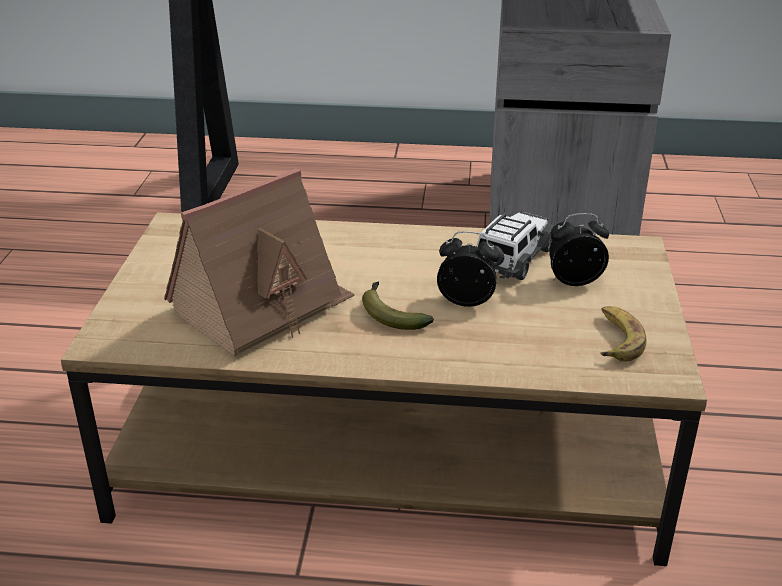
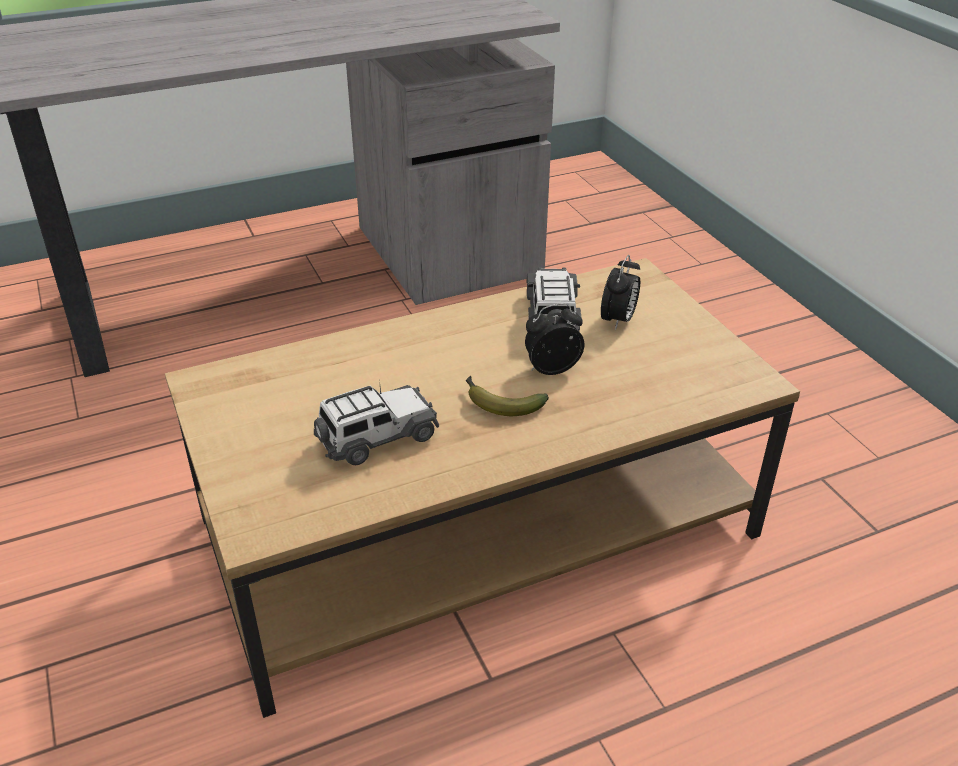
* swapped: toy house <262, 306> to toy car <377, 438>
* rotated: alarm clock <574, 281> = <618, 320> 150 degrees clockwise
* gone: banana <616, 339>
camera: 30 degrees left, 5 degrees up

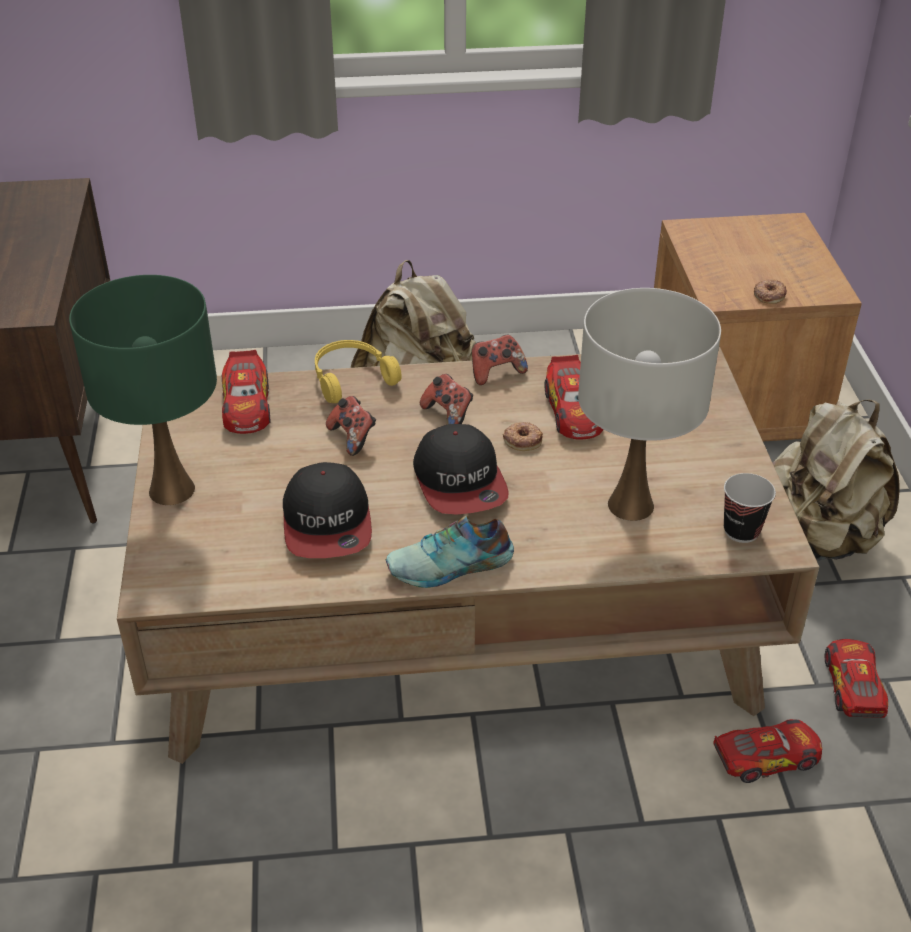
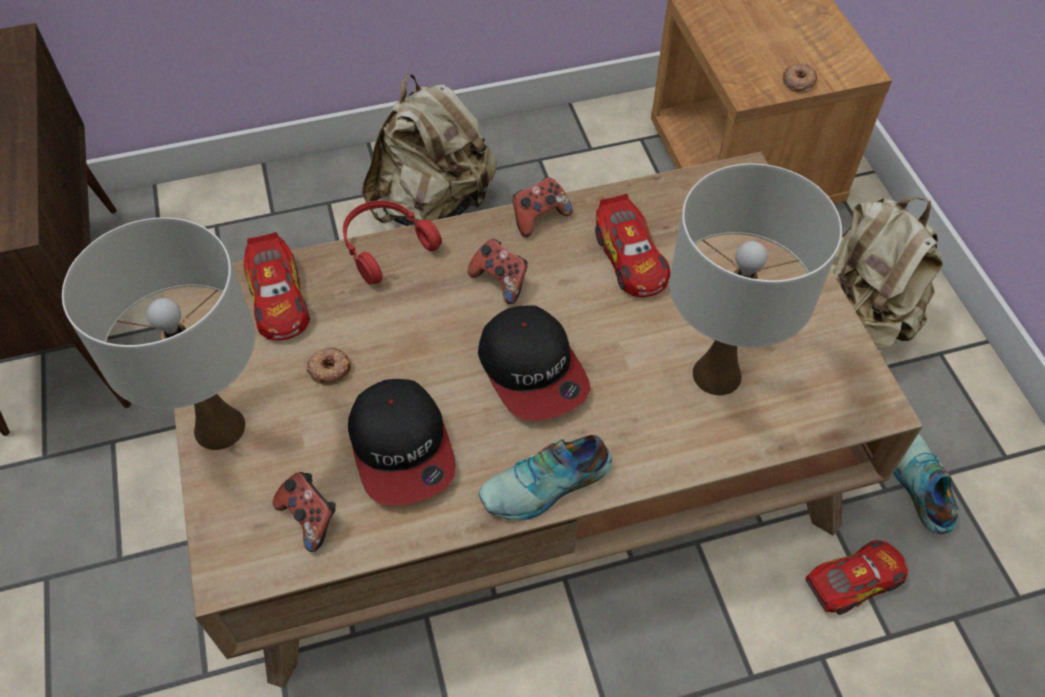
* repainted: green table lamp <172, 489> to white table lamp <219, 427>
* repainted: yellow headphones <351, 378> to red headphones <385, 245>
* shifted: game controller <353, 438> to <310, 517>
* shifted: donut <522, 439> to <329, 368>
* gone: cup <741, 531>
* swapped: toy car <853, 686> to shoe <919, 486>
camera: 10 degrees left, 15 degrees up

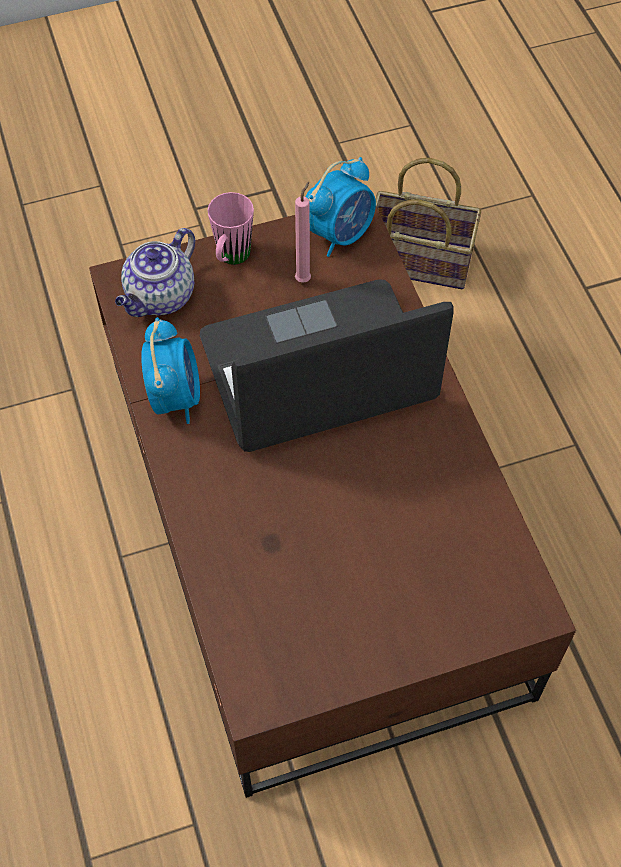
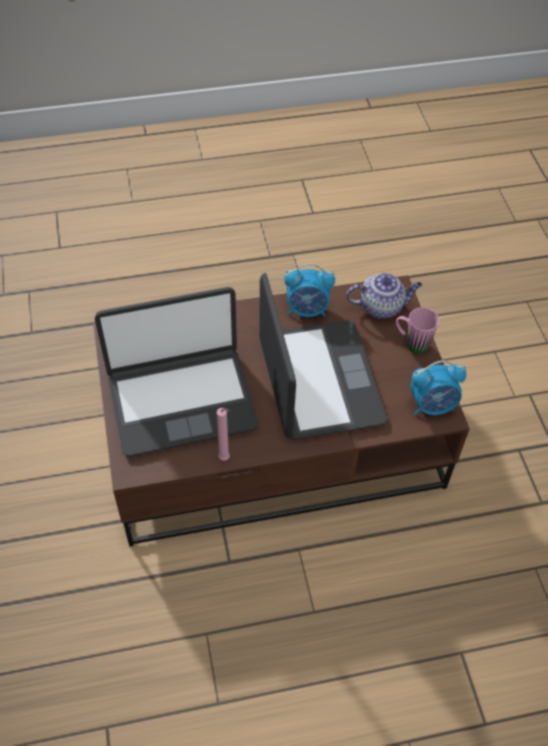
* rotated: alarm clock <340, 234> = <432, 405> 60 degrees counterclockwise
* gone: basket <422, 259>
* shifted: pink candle <304, 278> to <225, 459>
* rotated: teapot <160, 298> = <381, 307> 135 degrees clockwise
* new: laptop <181, 400>
camera: 95 degrees right, 5 degrees down

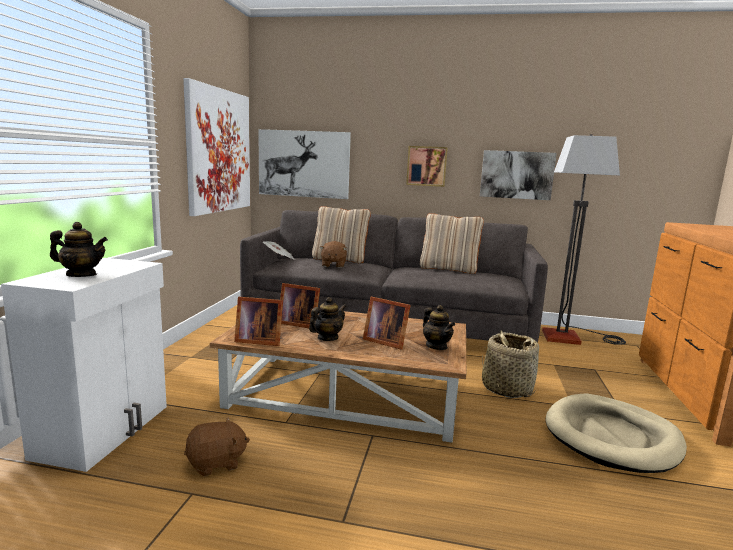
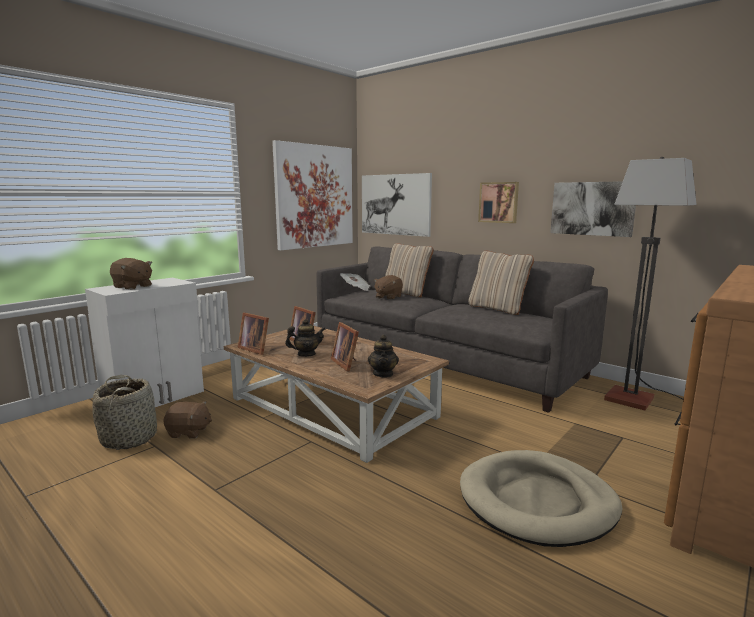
* swapped: teapot <81, 275> to brown plush toy <132, 287>
* shifted: basket <506, 388> to <129, 438>
camera: 30 degrees right, 0 degrees up

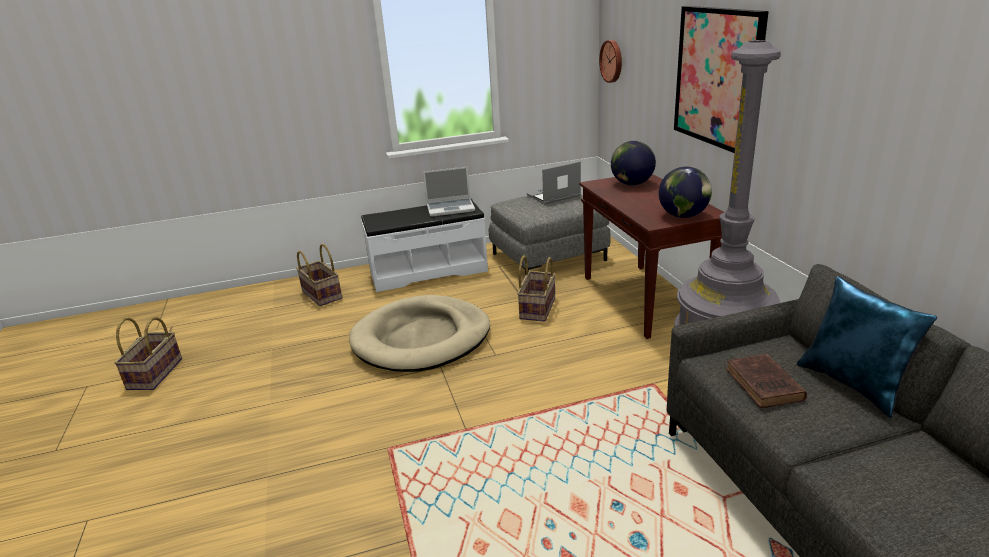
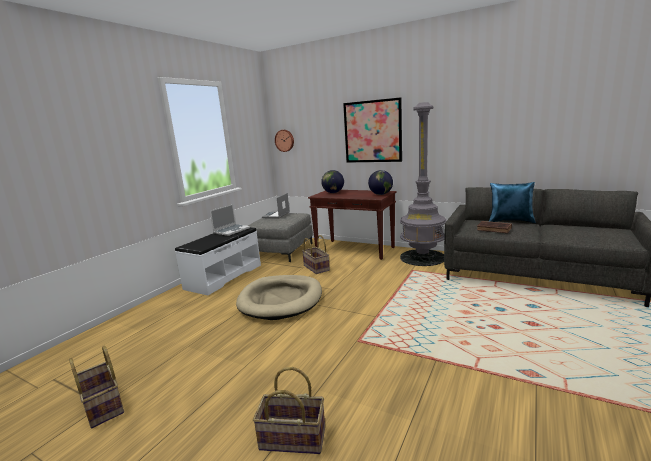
* shifted: basket <321, 295> to <292, 439>
camera: 45 degrees left, 10 degrees down

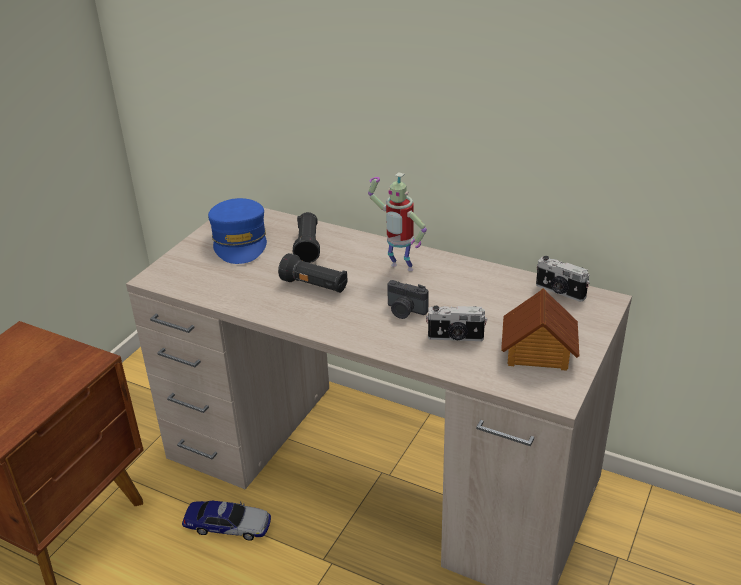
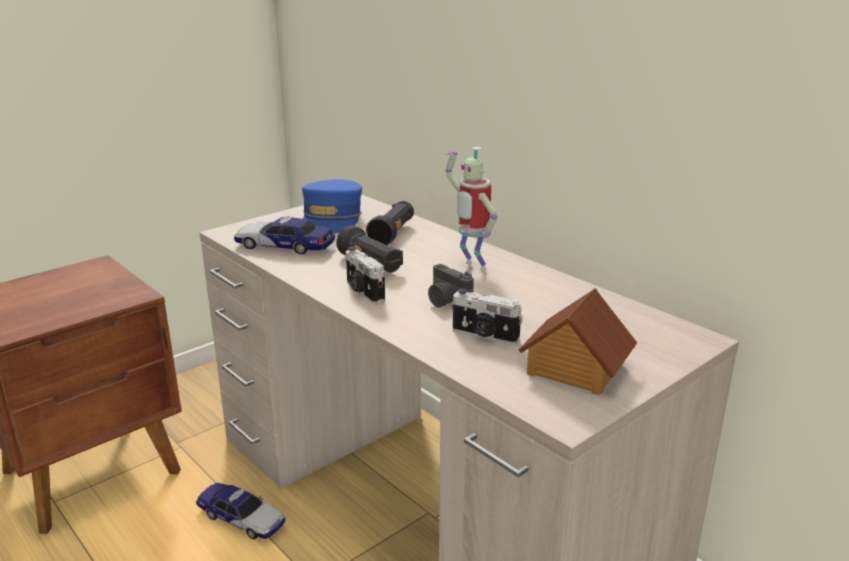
* shifted: photo camera <559, 292> to <363, 292>
* new: toy car <284, 246>
camera: 20 degrees right, 10 degrees down

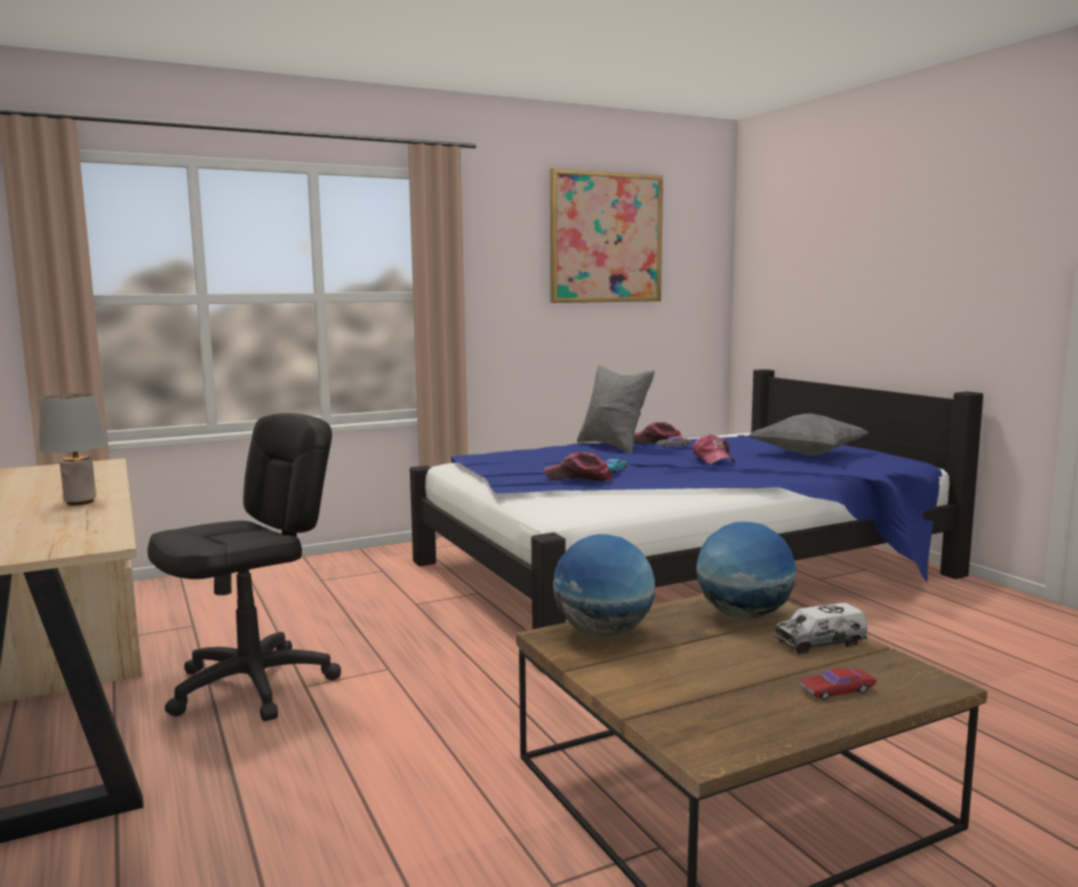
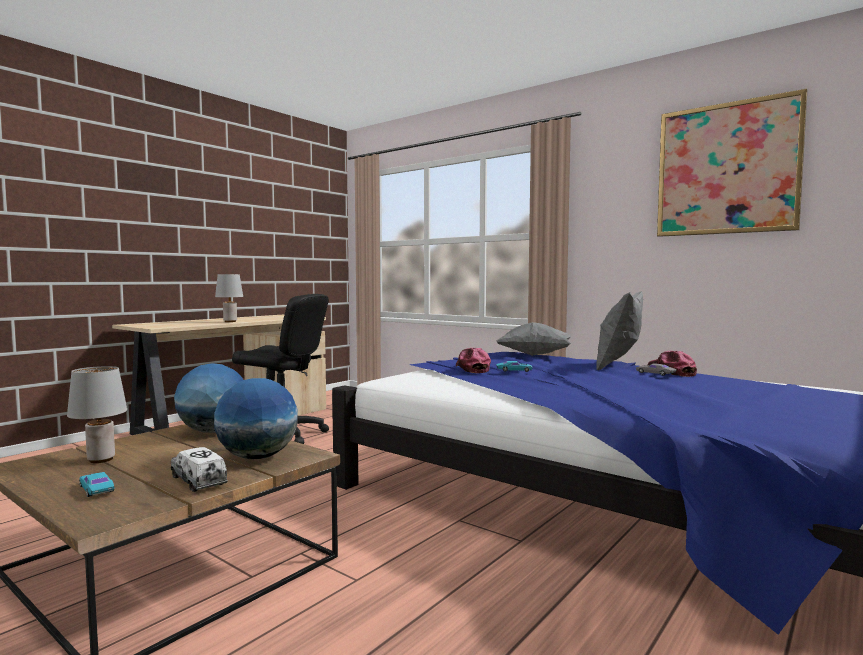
* shifted: grey pillow <807, 454> to <535, 355>
* gone: cap <713, 459>
* repainted: red toy car <837, 690> to turquoise toy car <97, 489>
* new: grey table lamp <101, 460>
camera: 65 degrees right, 5 degrees down

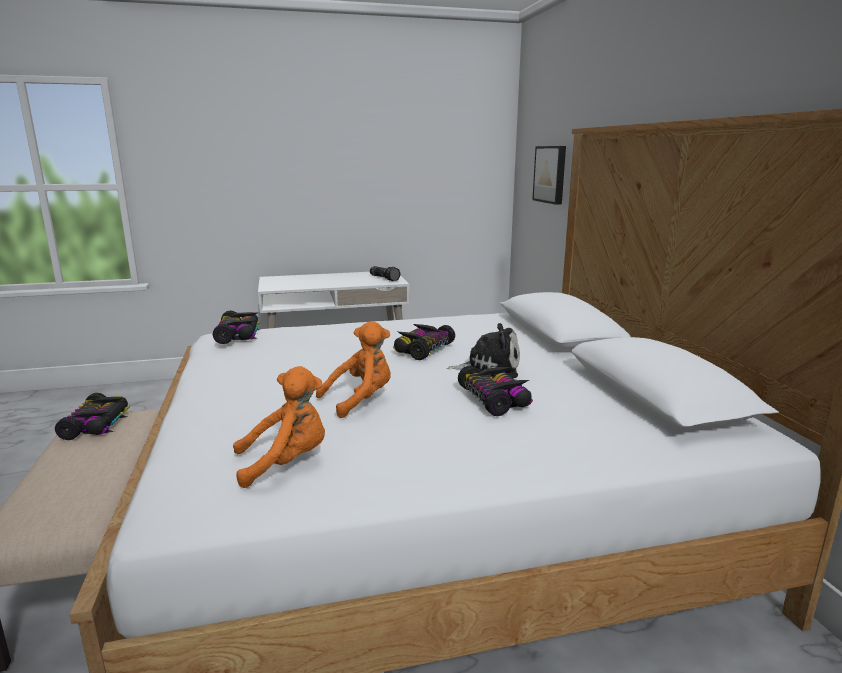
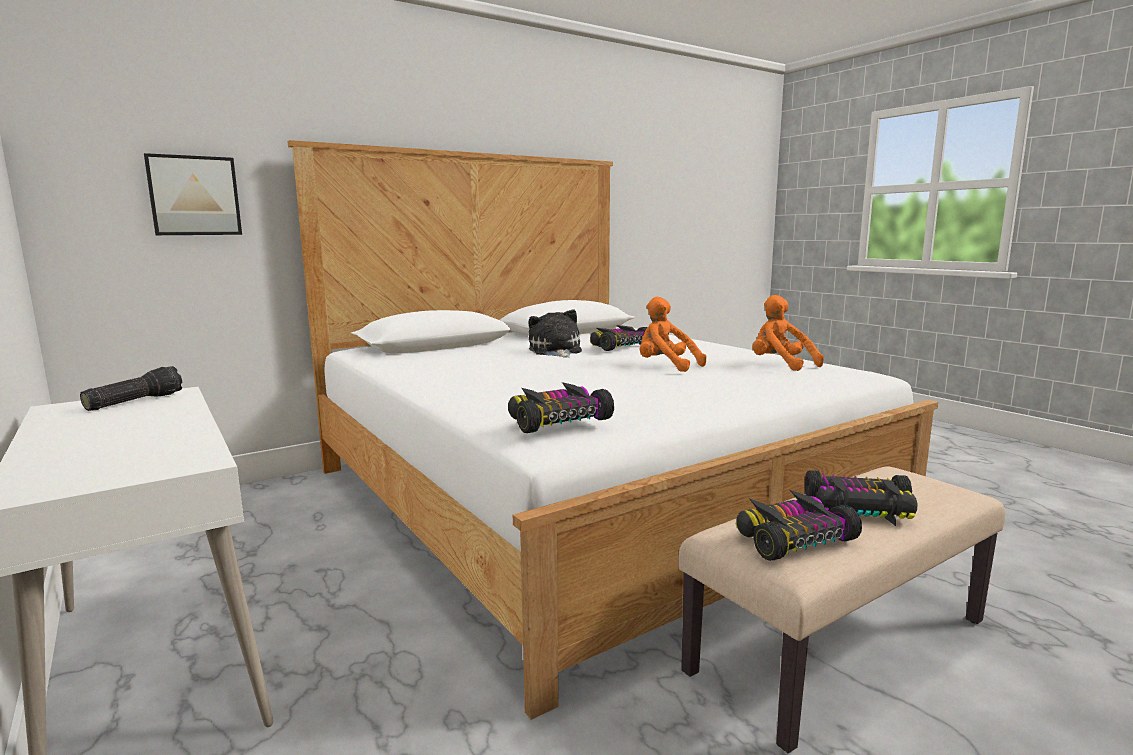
* shifted: toy car <422, 349> to <859, 510>
camera: 110 degrees left, 5 degrees down

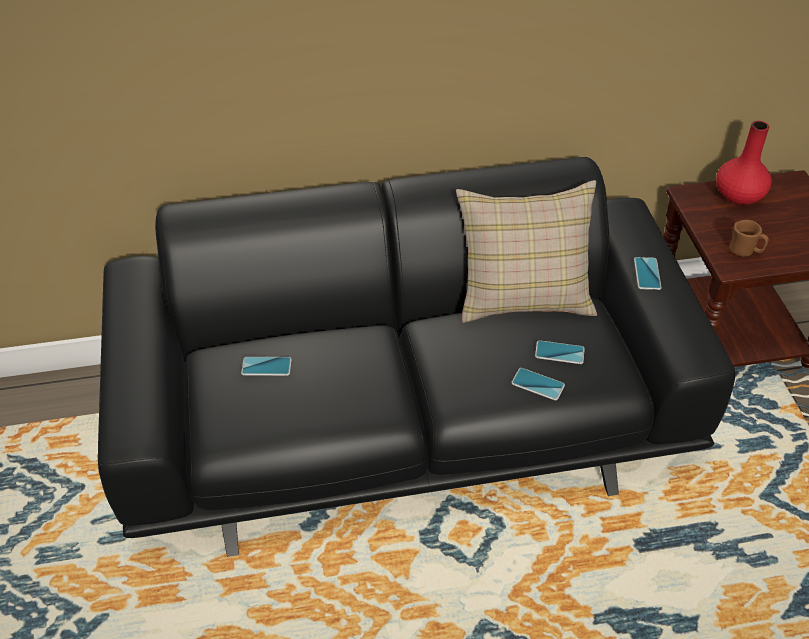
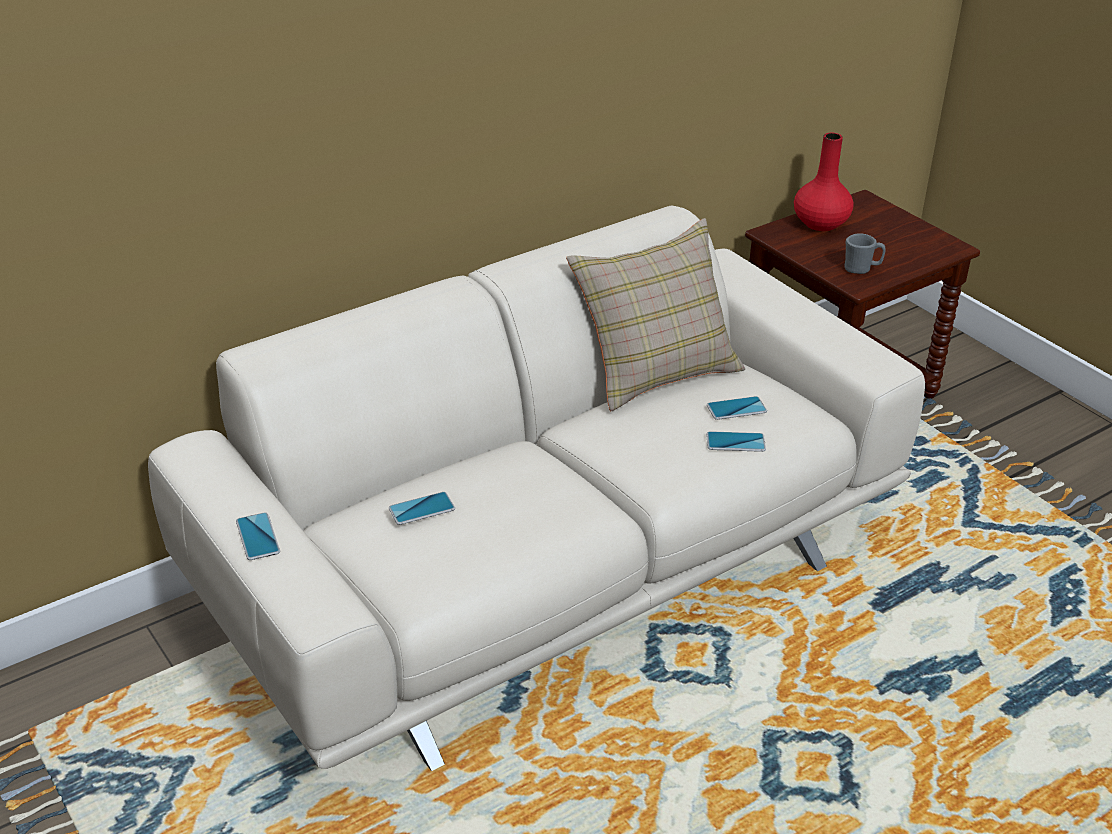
* repainted: black sofa <406, 422> to beige sofa <553, 567>
* repainted: brown mug <745, 251> to grey mug <861, 269>
* shifted: phone <647, 274> to <258, 537>
camera: 25 degrees left, 10 degrees down

